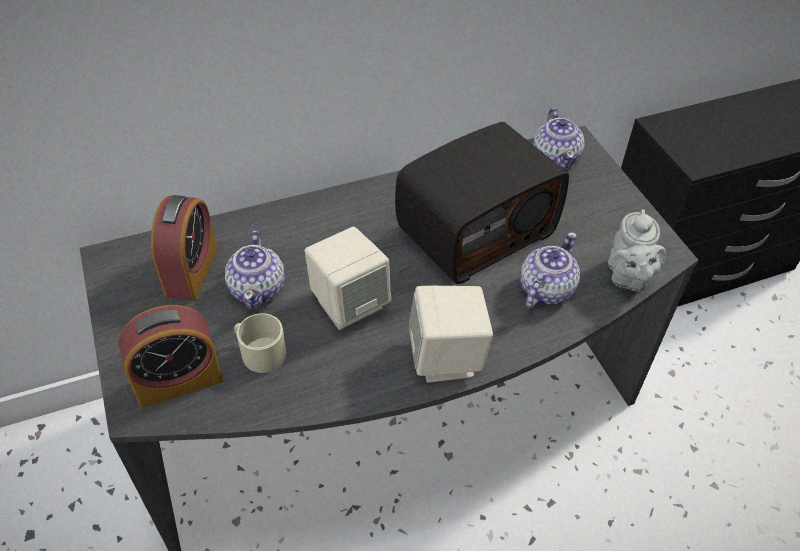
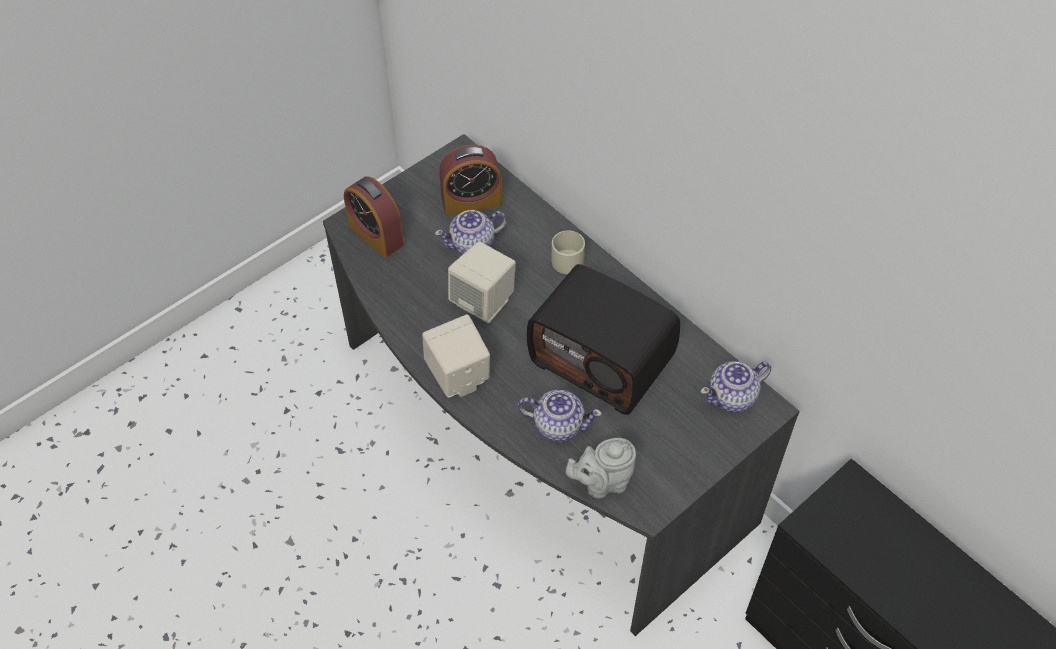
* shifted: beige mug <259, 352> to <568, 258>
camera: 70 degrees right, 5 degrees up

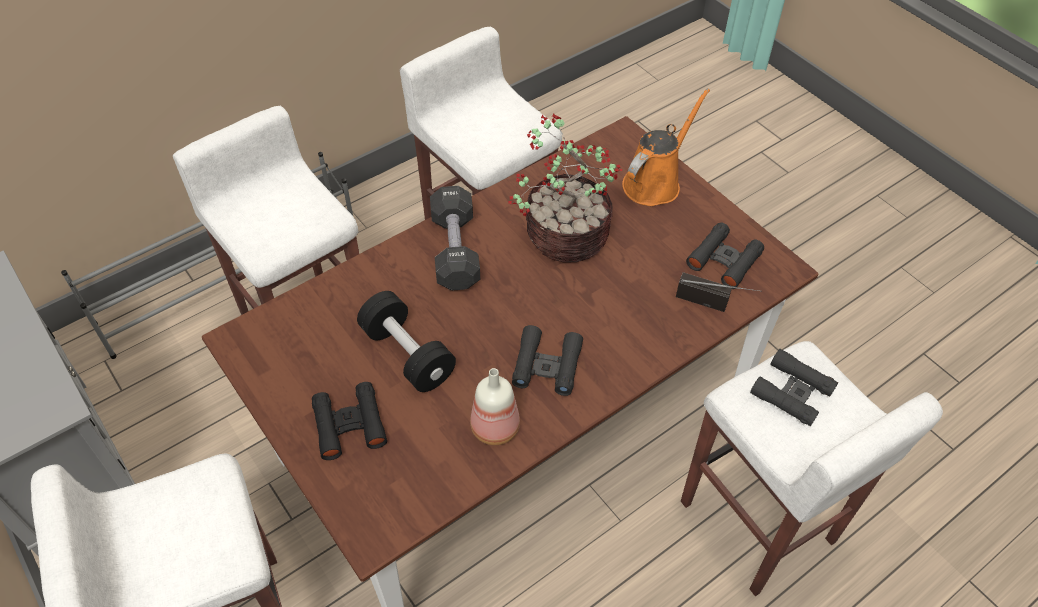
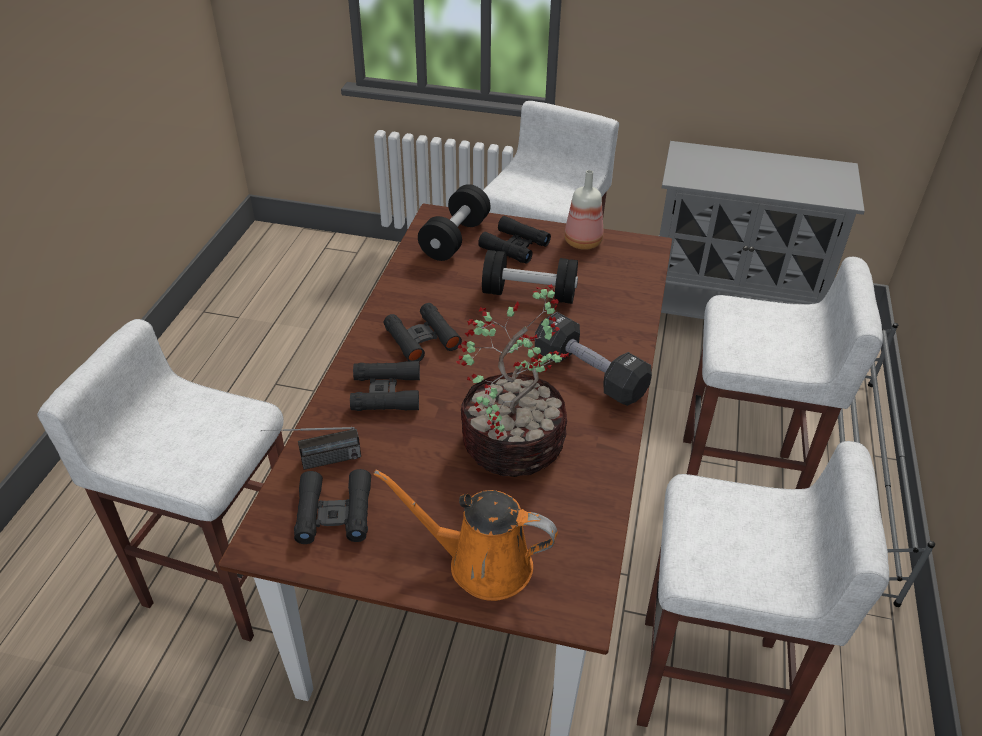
* rotated: orange watering can <655, 182> = <481, 563> 105 degrees clockwise
* shifted: black binoculars <792, 392> to <386, 393>
* shifted: bottle <494, 426> to <584, 242>
* new: black dumbbell <455, 238>
camera: 140 degrees right, 10 degrees down

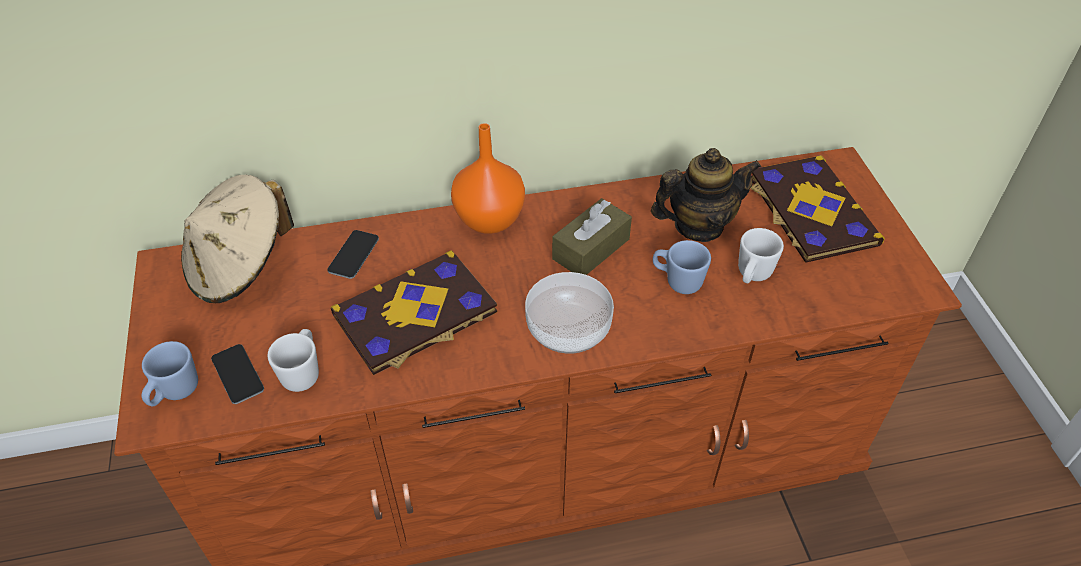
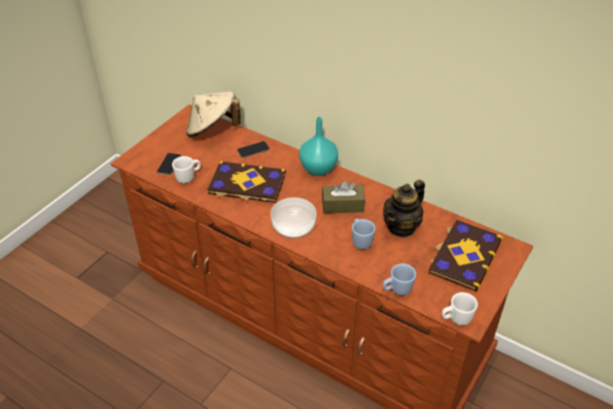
* repainted: orange vase <489, 218> to turquoise vase <319, 168>
* rotated: teapot <698, 225> = <401, 227> 105 degrees clockwise
* shifted: white mug <752, 275> to <456, 319>
* shifted: blue mug <174, 393> to <397, 290>
camera: 45 degrees right, 5 degrees down

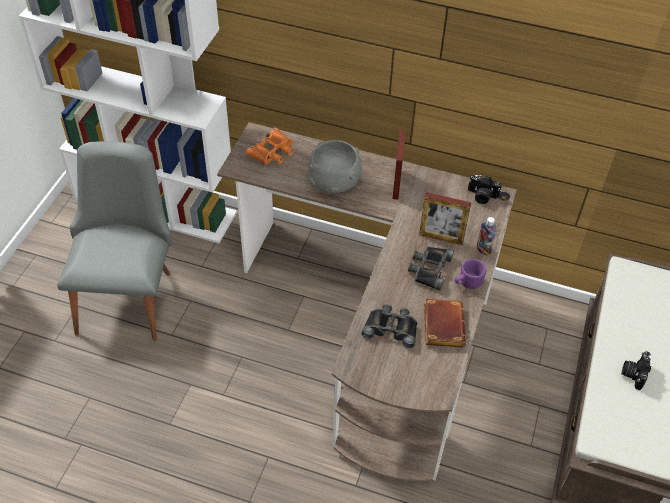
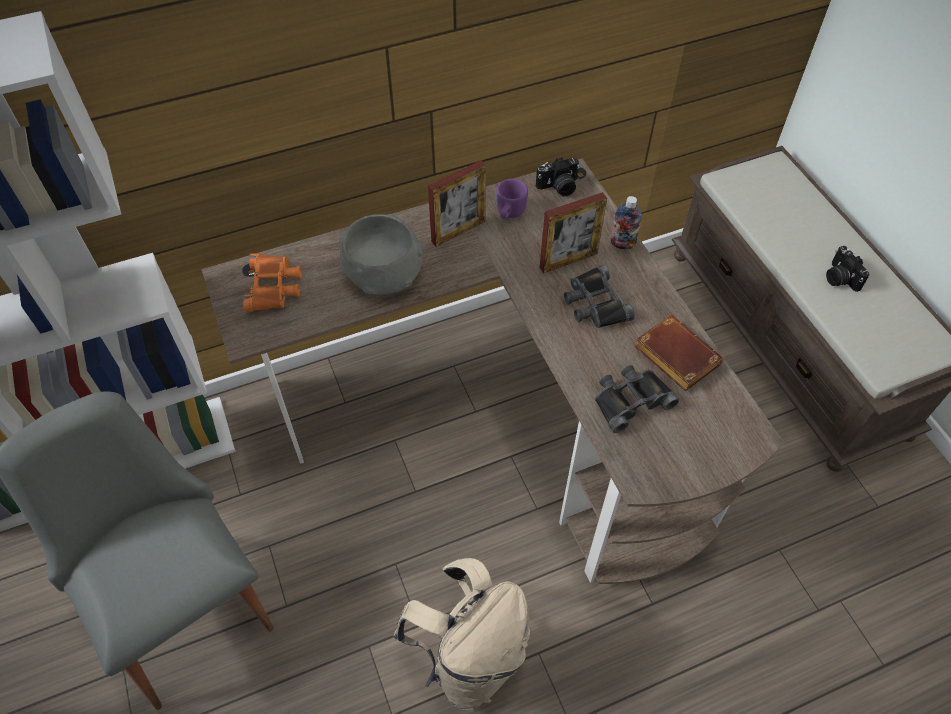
* rotated: picture frame <396, 184> = <458, 231> 90 degrees clockwise
* shifted: purple mug <467, 283> to <509, 213>
* new: beige backpack <470, 657>
camera: 40 degrees left, 5 degrees up

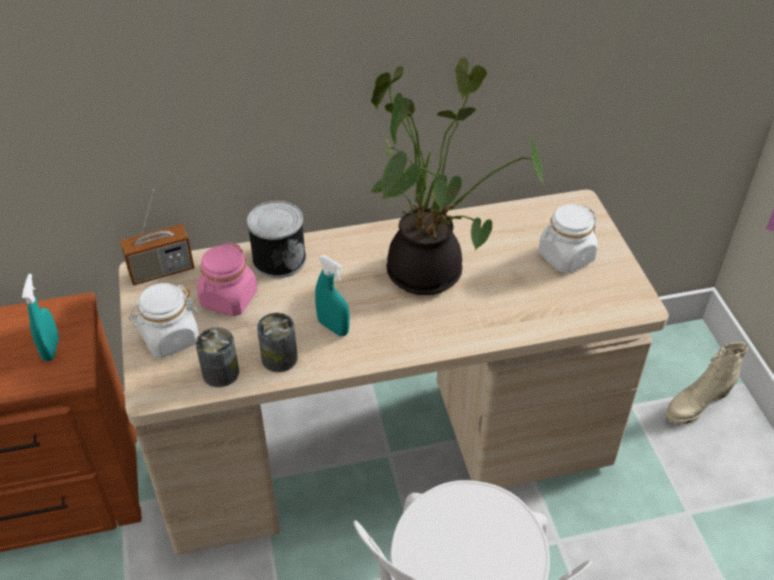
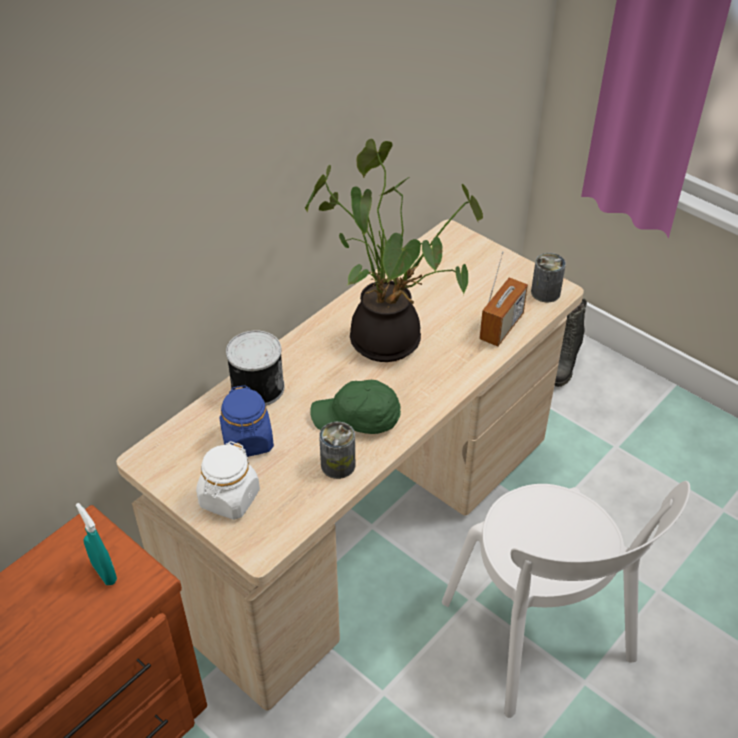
* shifted: radio <161, 271> to <501, 327>
* gone: white jar <565, 257>
* repainted: pink jar <229, 299> to blue jar <247, 441>
* swapped: turquoise spray bottle <333, 327> to green cap <357, 419>
* shifted: can <220, 373> to <545, 292>
* repainted: beige boot <696, 404> to black boot <562, 364>
camera: 35 degrees left, 0 degrees up

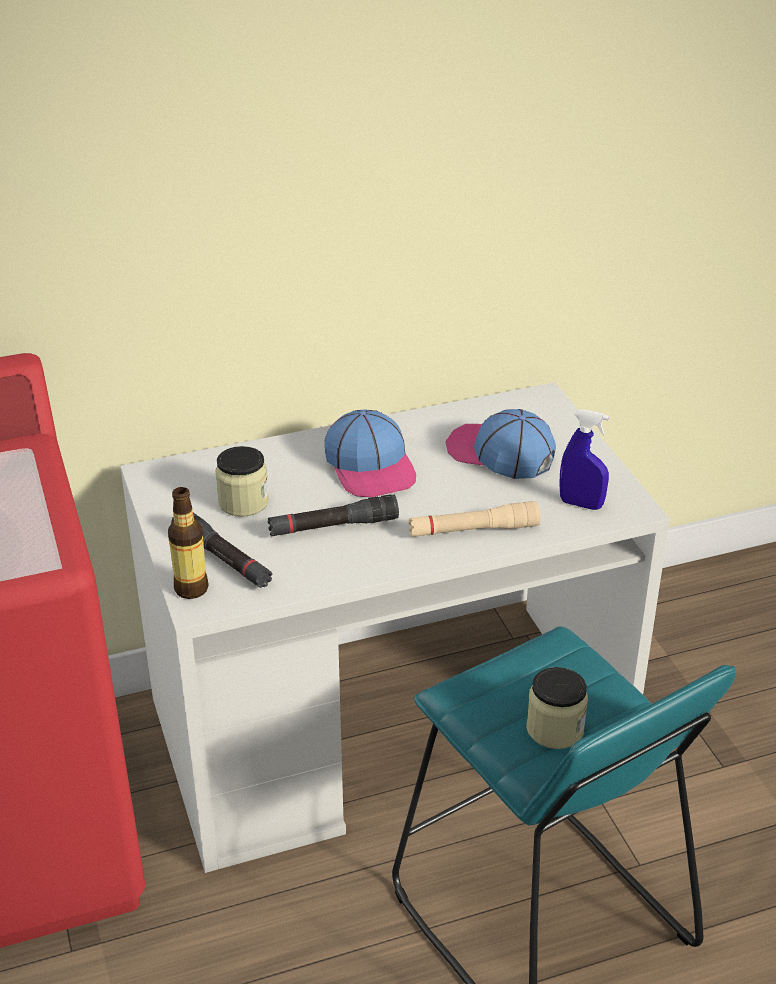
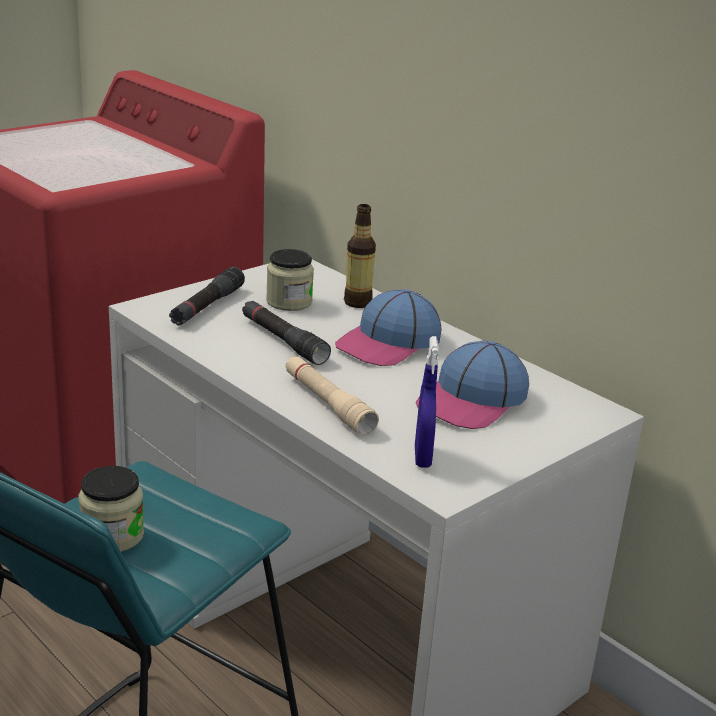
* rotated: cap <499, 453> = <472, 401> 150 degrees counterclockwise
* shifted: bottle <191, 589> to <357, 302>
camera: 65 degrees right, 10 degrees down

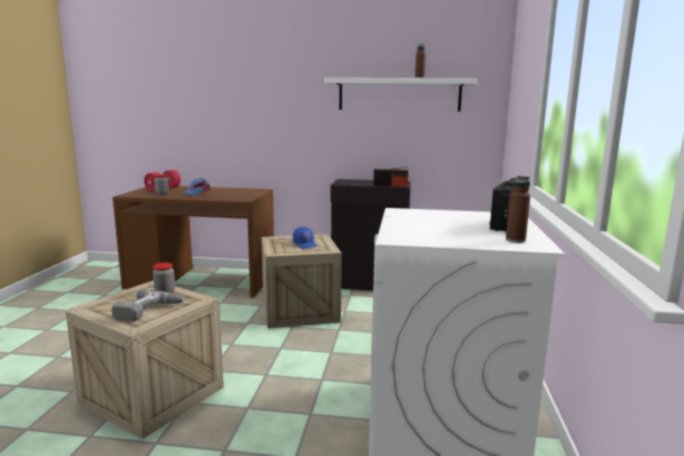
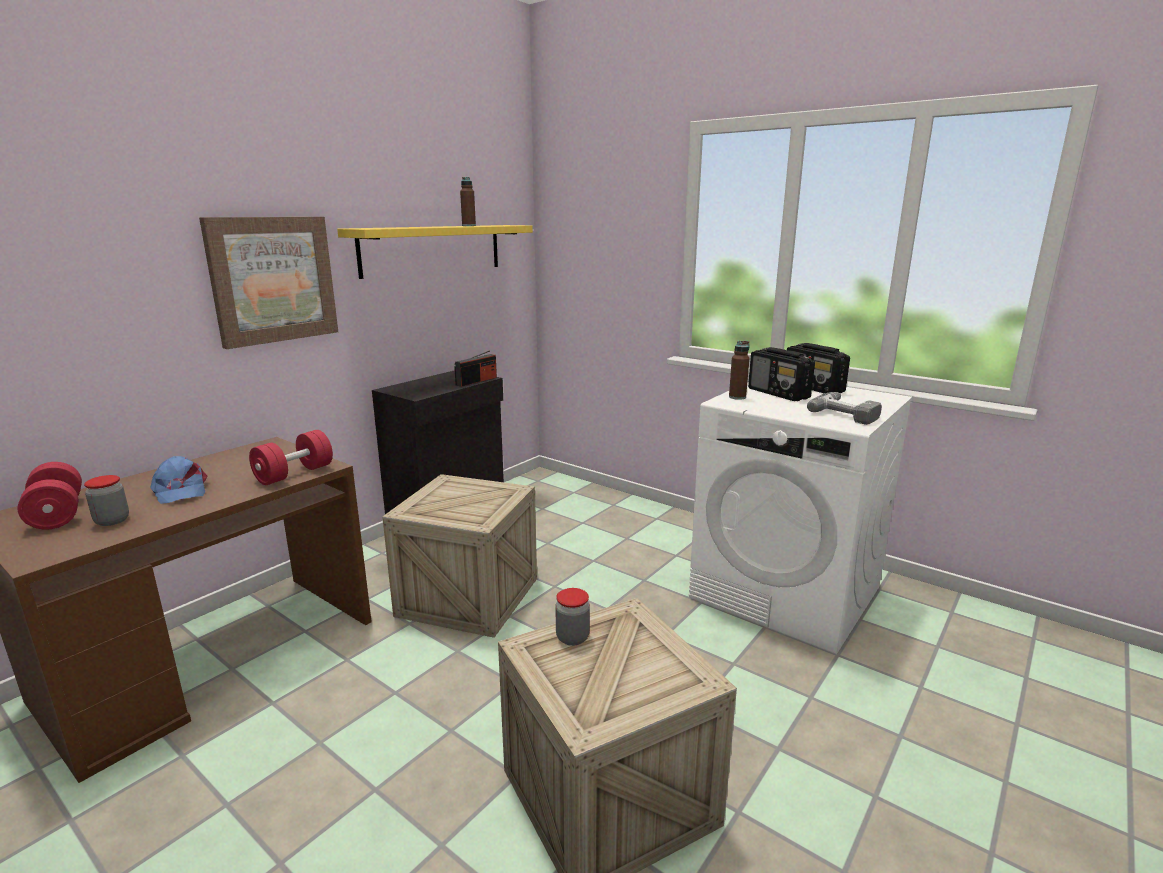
* repainted: white shelf <399, 95> to yellow shelf <433, 249>
* shifted: brown bottle <515, 240> to <737, 397>
* gone: blue cap <305, 244>
* shifted: power drill <149, 311> to <847, 413>
* new: picture <273, 279>
* new: radio <778, 394>
* new: red dumbbell <294, 474>
camera: 60 degrees left, 5 degrees up

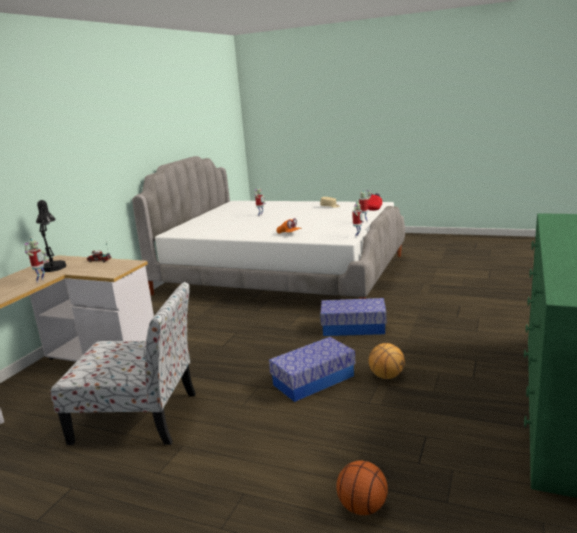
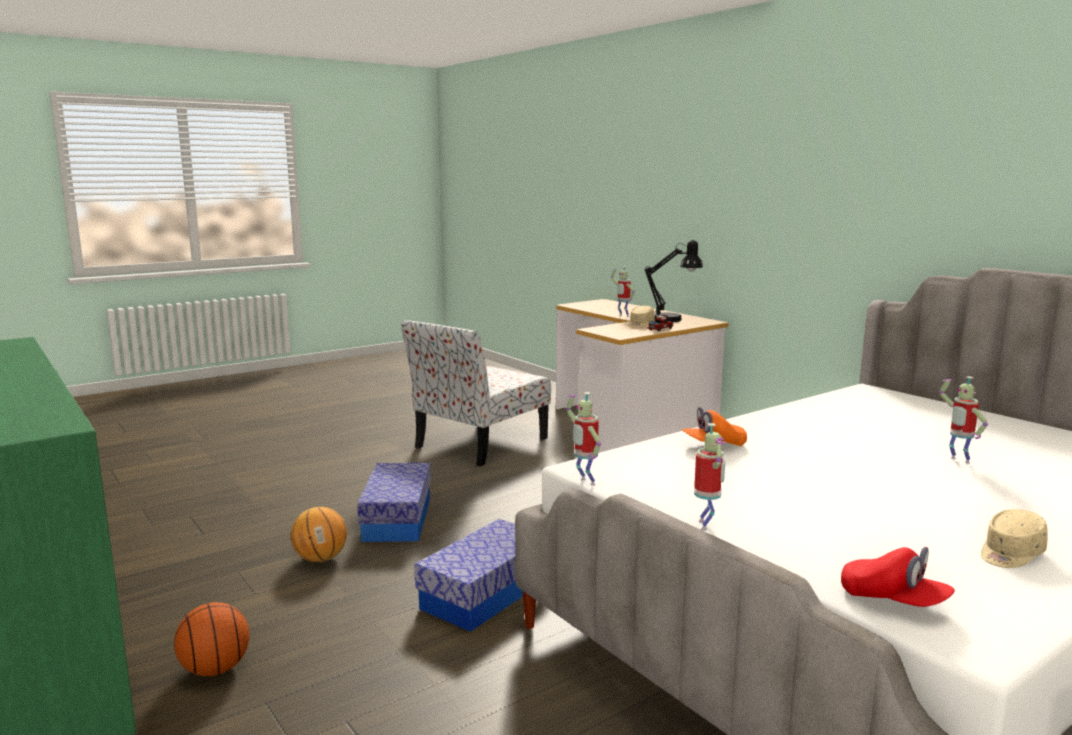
* shifted: basketball <362, 507> to <215, 669>
* new: beige cap <640, 324>
camera: 120 degrees right, 5 degrees down

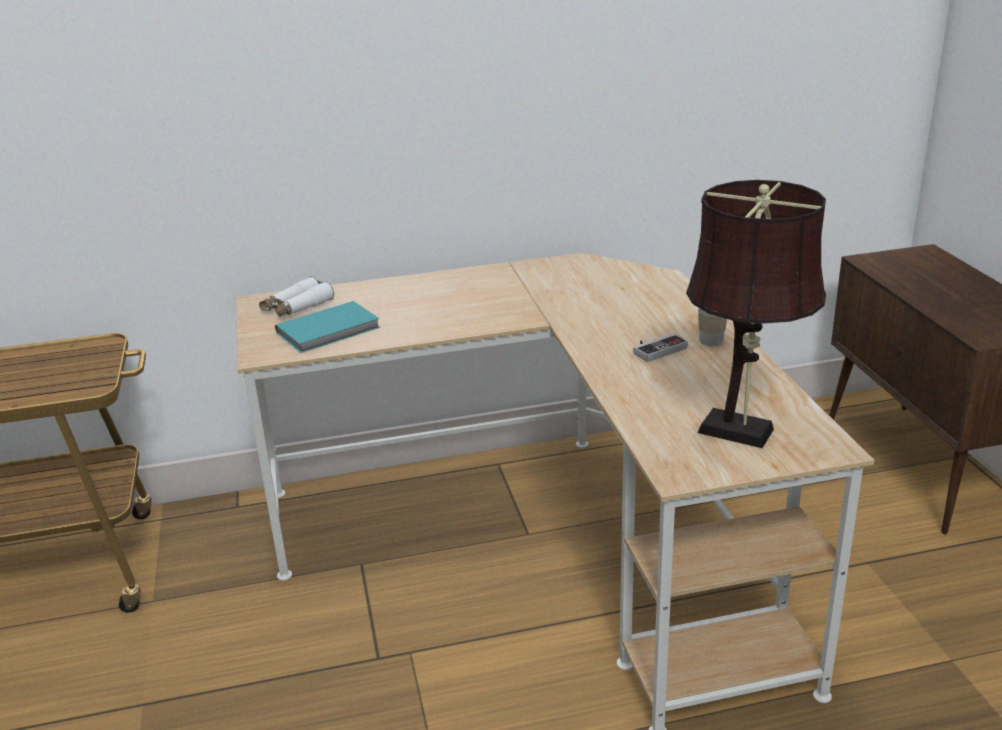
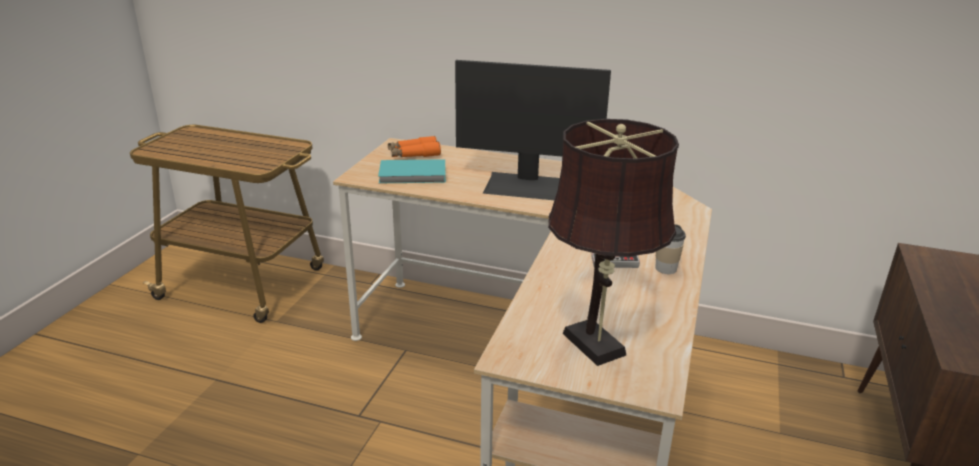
* repainted: white binoculars <297, 307> to orange binoculars <414, 154>
* new: monitor <526, 186>
camera: 30 degrees right, 0 degrees up

